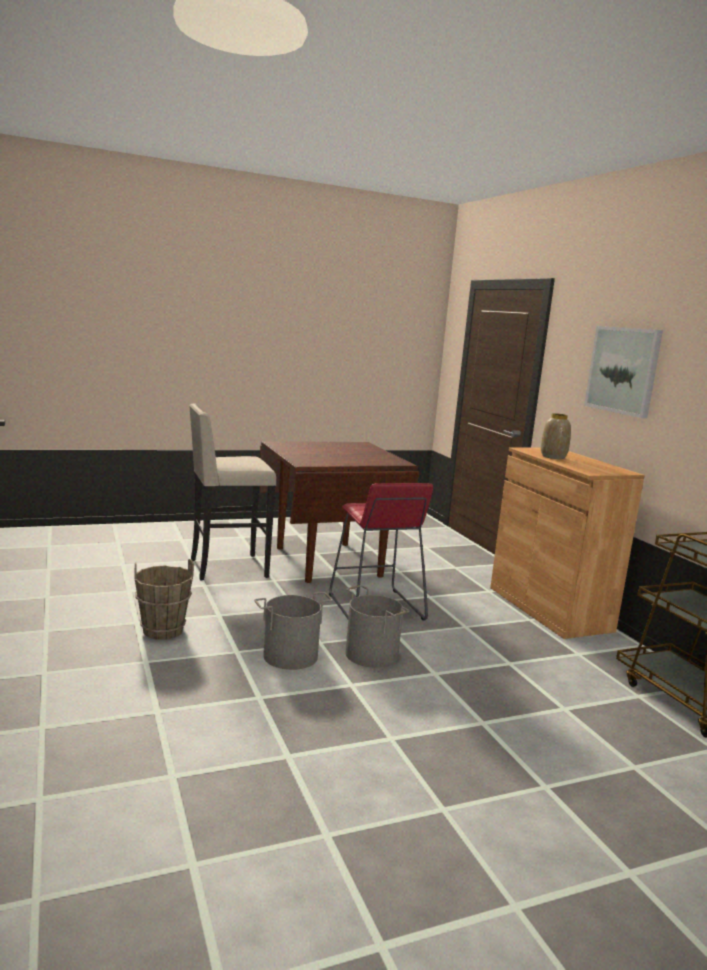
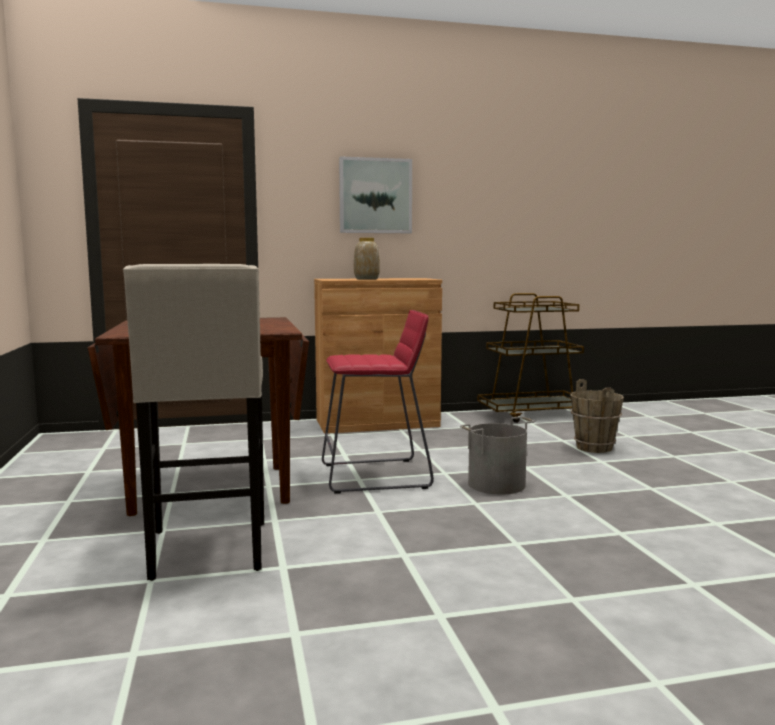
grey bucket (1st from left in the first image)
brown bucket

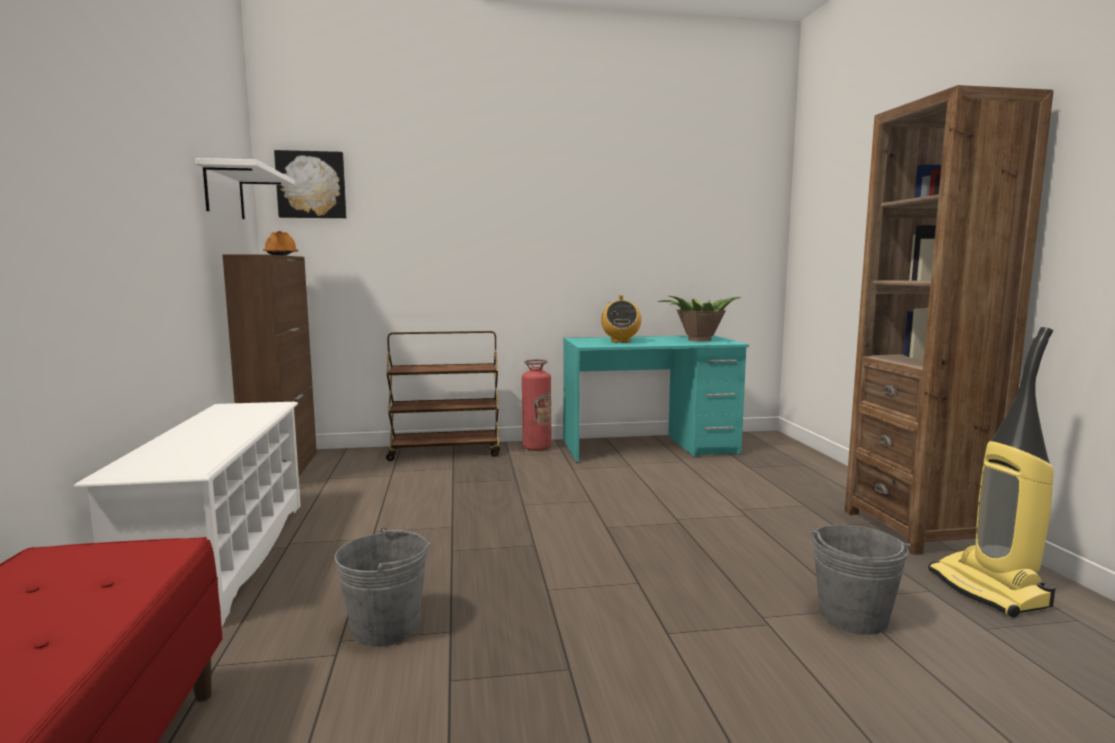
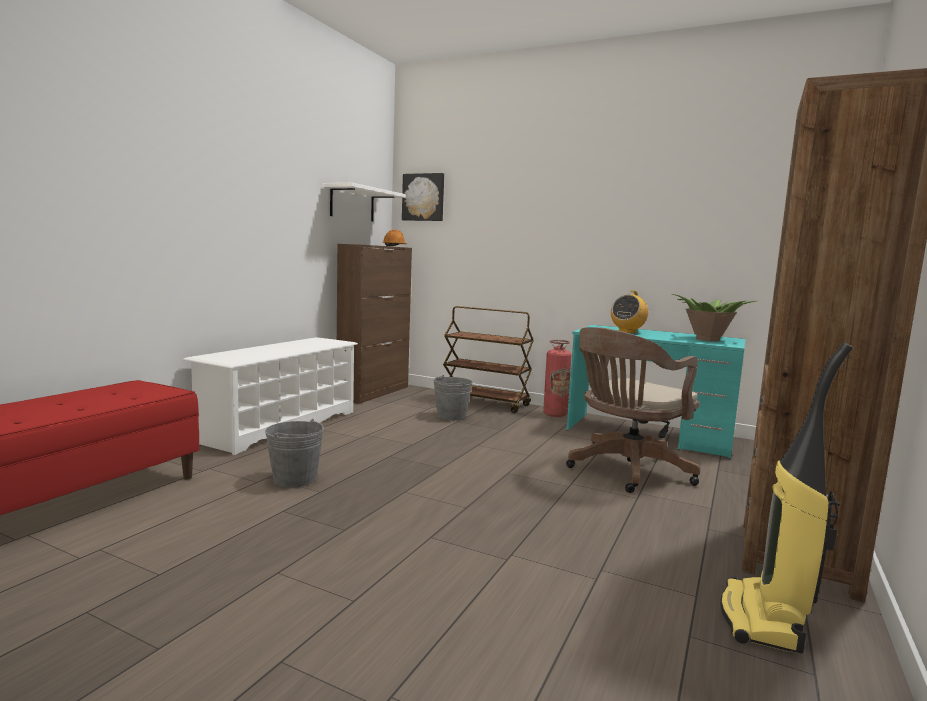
brown desk chair
grey bucket (2nd from left)

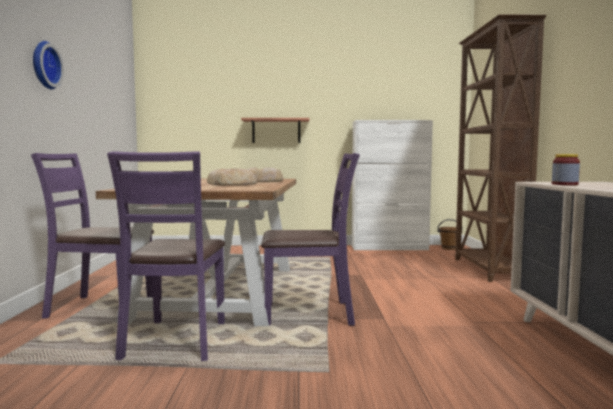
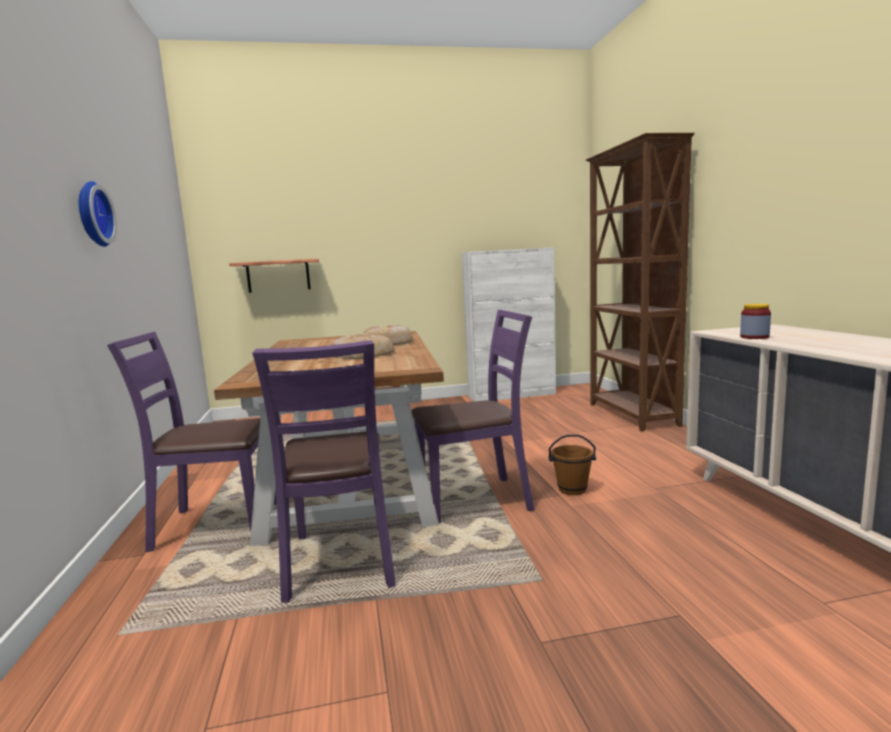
shelf
brown bucket

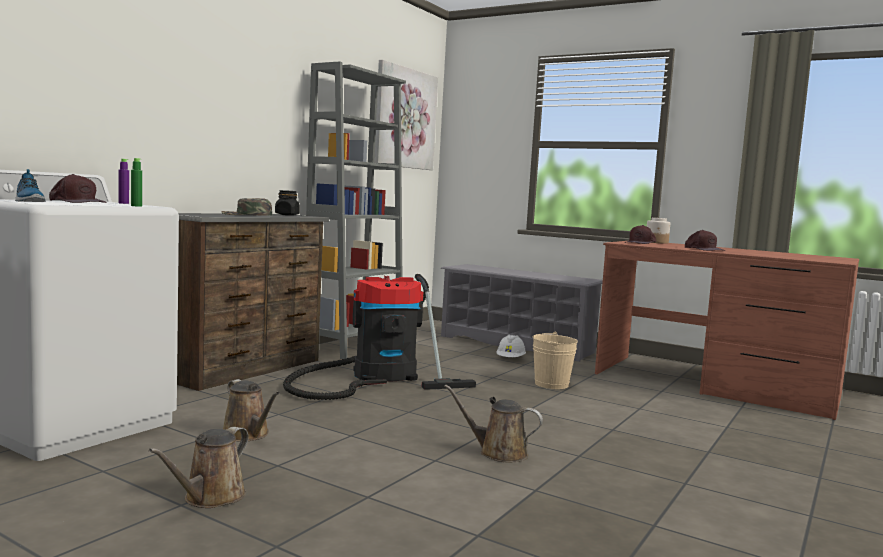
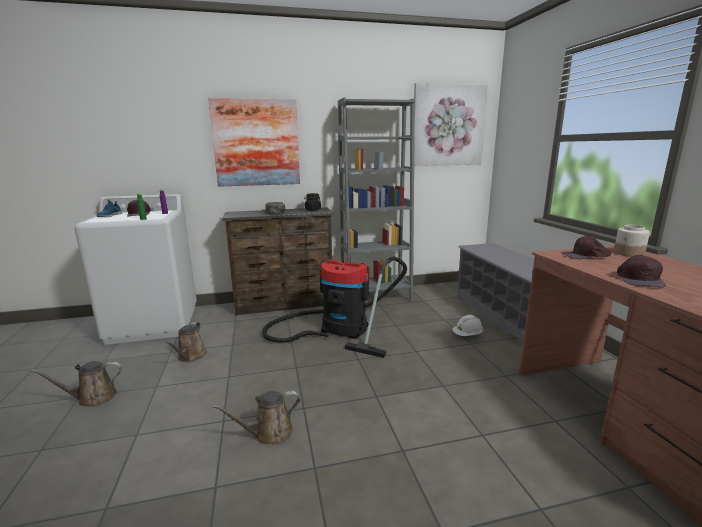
beige-coloured bucket
wall picture (1st from left)
brown sprinkling can (3rd from left)

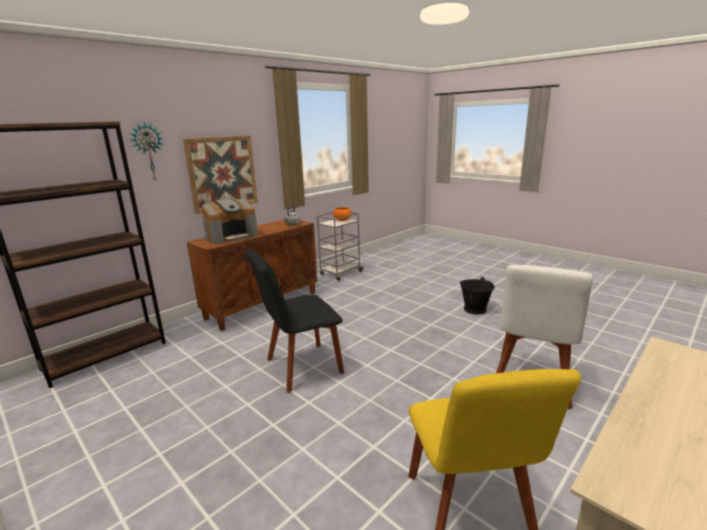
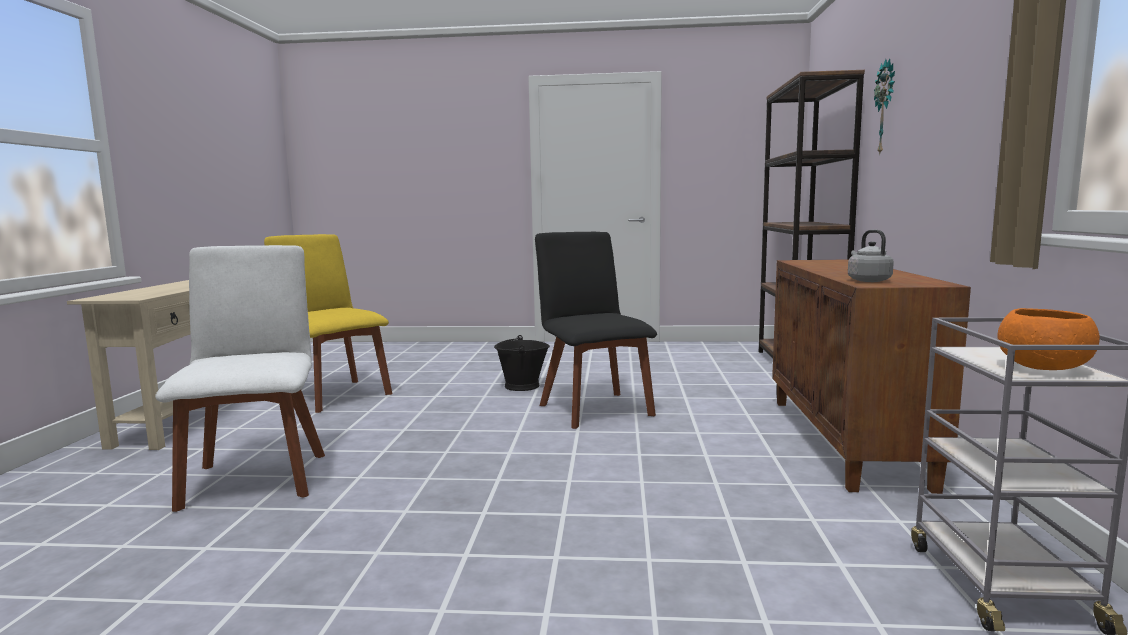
wall picture
coffee machine
black bucket
black plain chair

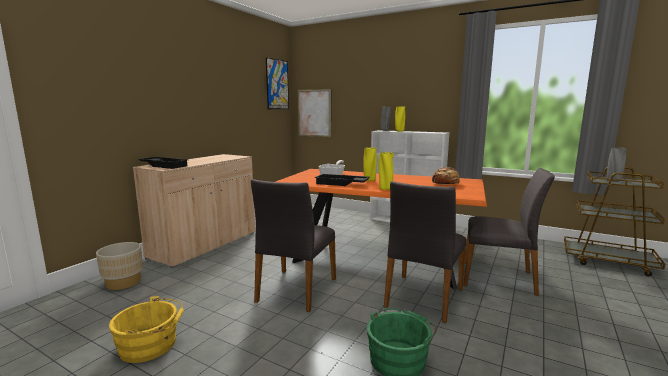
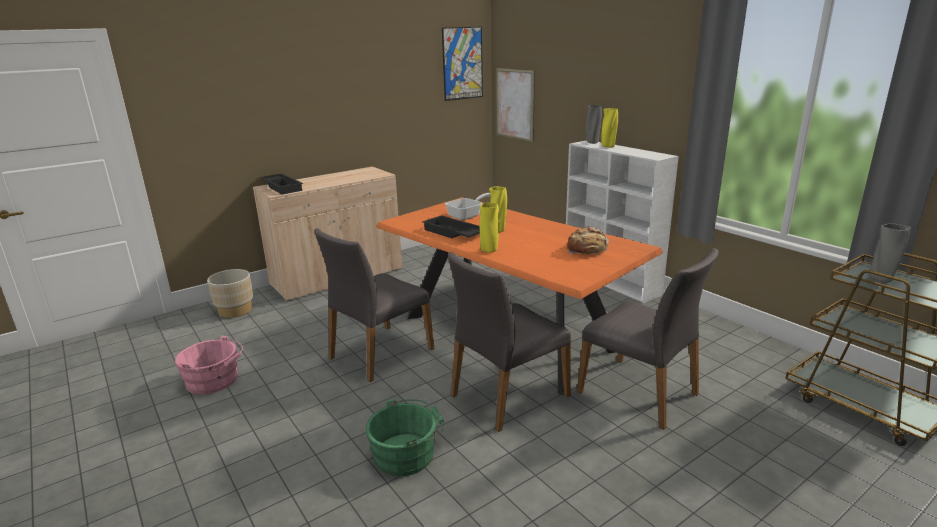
pink-coloured bucket

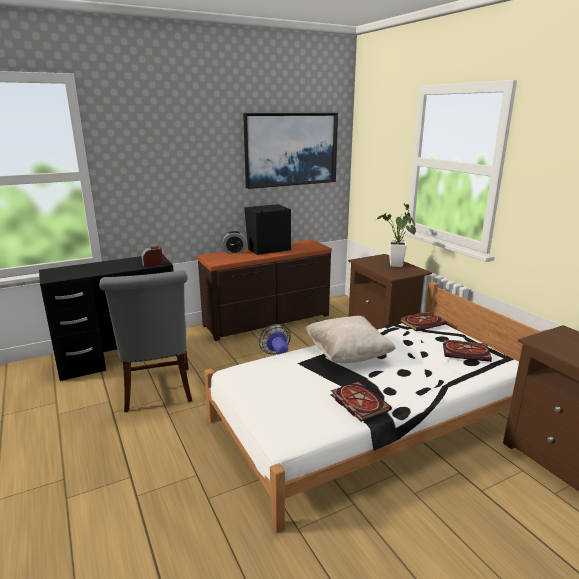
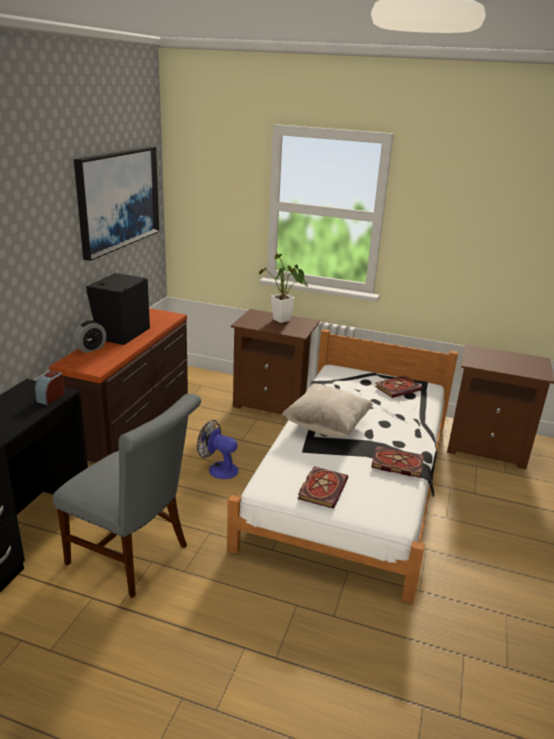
bound book (1st from left)

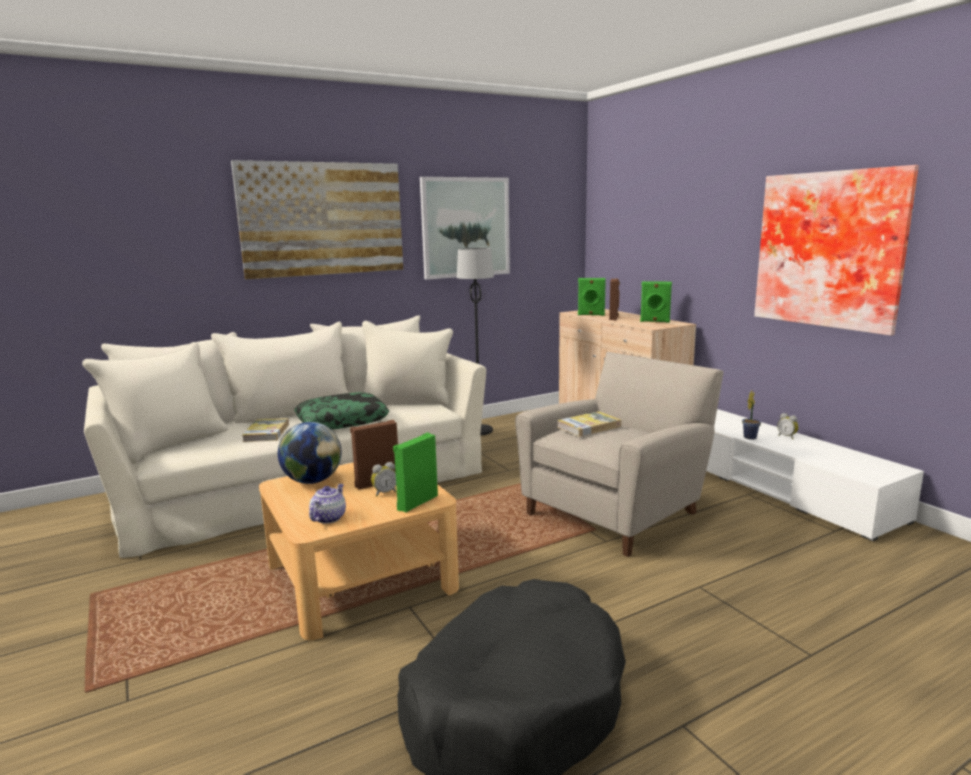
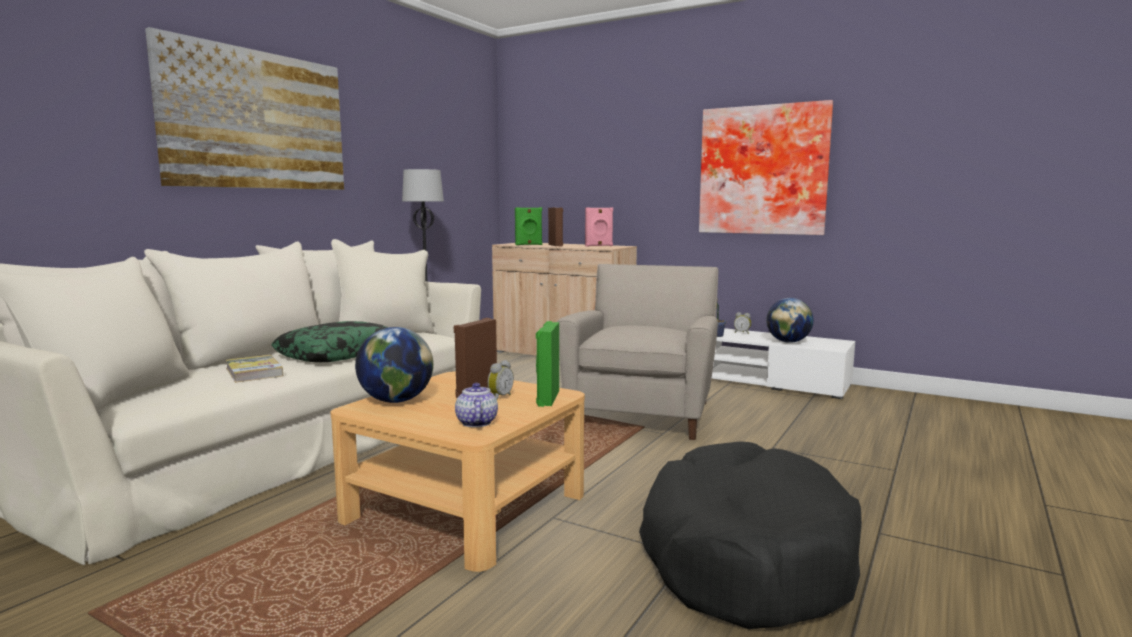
wall picture (2nd from left in the first image)
bound book (2nd from left in the first image)
world globe (2nd from left)
pink-coloured audio speaker

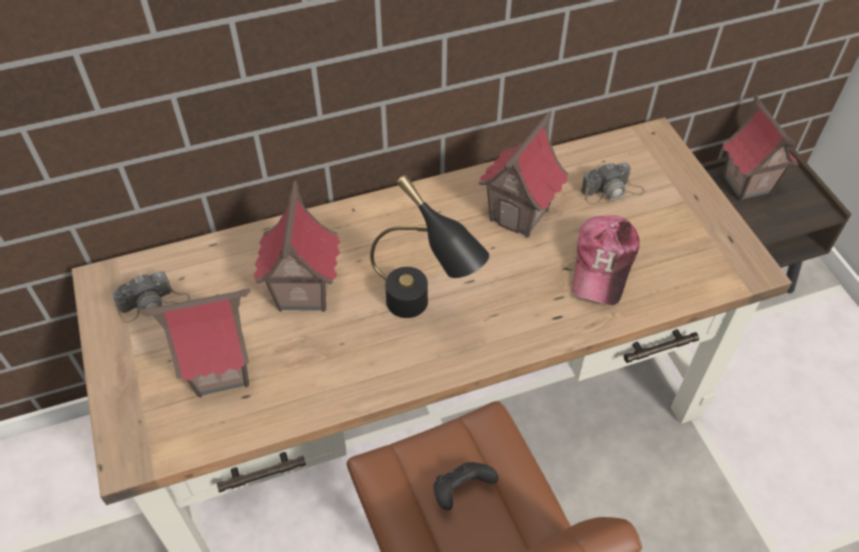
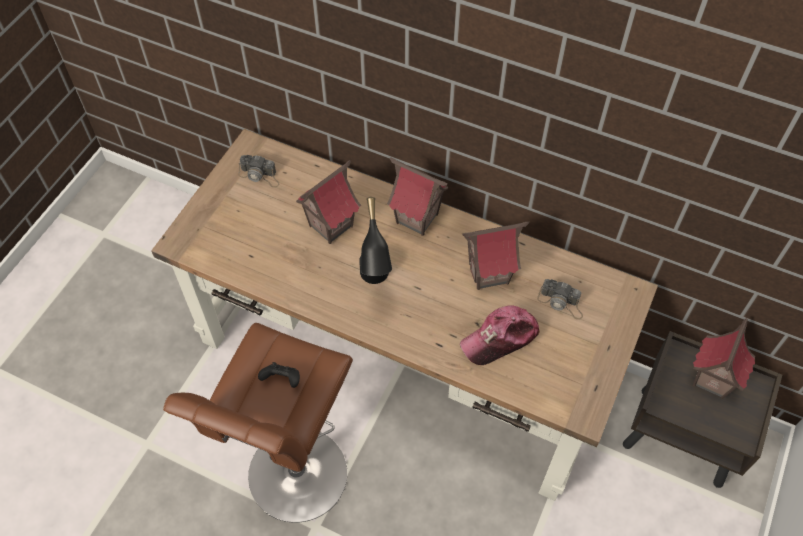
miniature house (2nd from left)

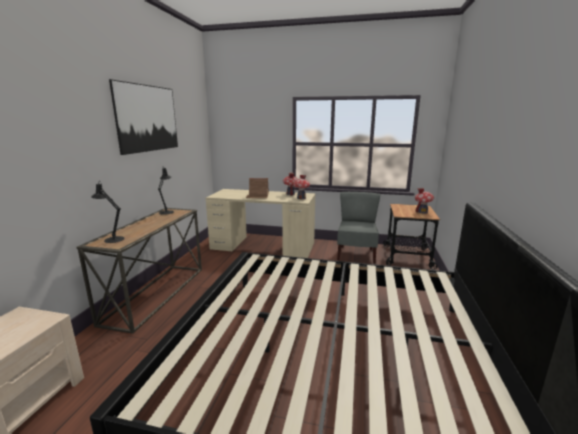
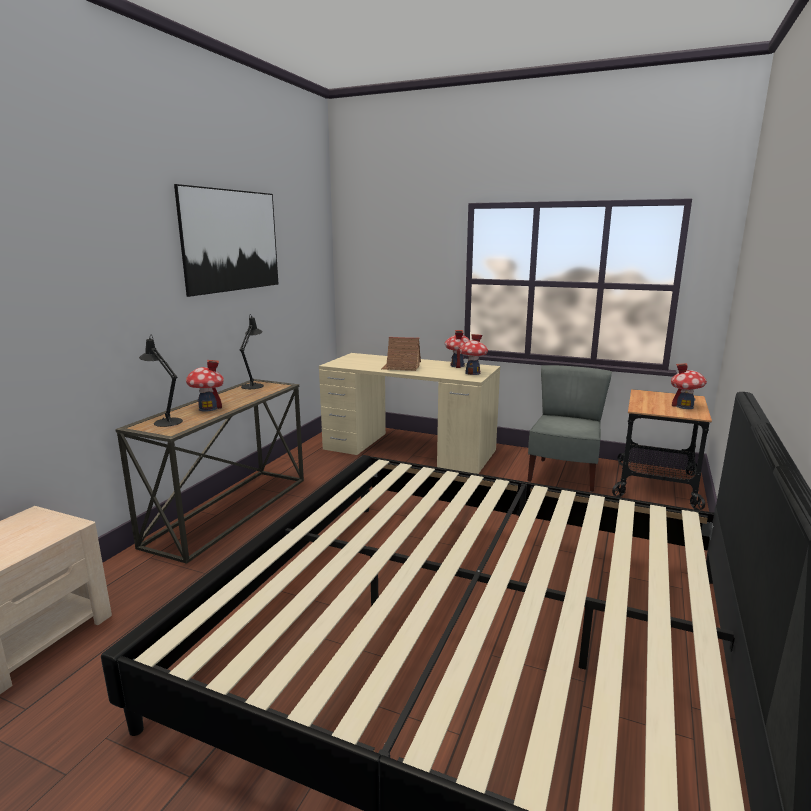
miniature house (1st from left)

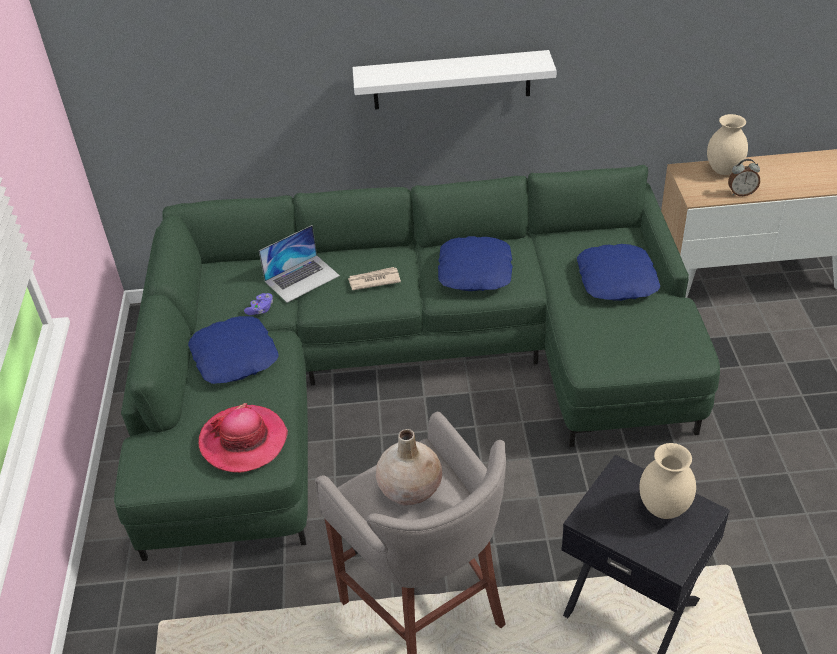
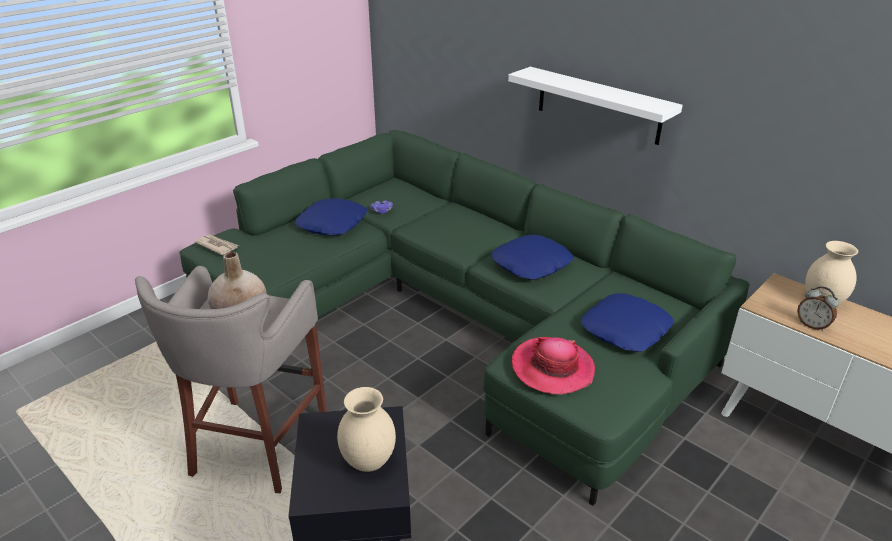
portable computer
hat
daily paper

